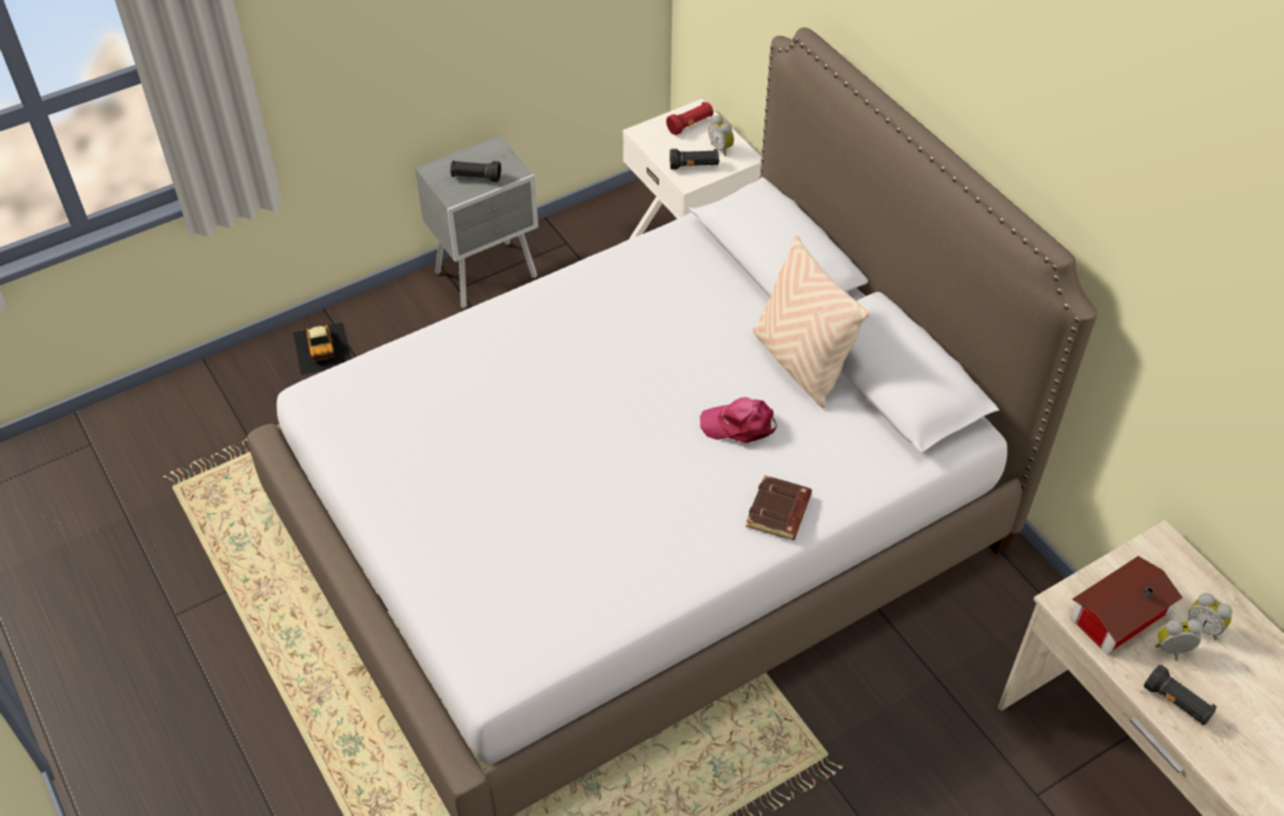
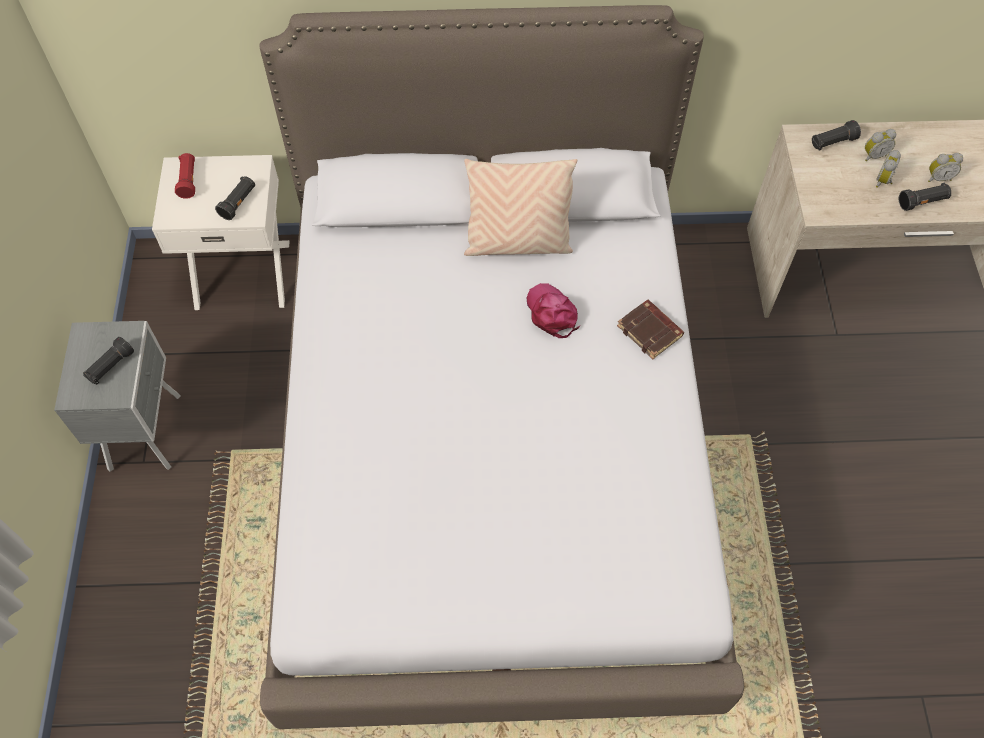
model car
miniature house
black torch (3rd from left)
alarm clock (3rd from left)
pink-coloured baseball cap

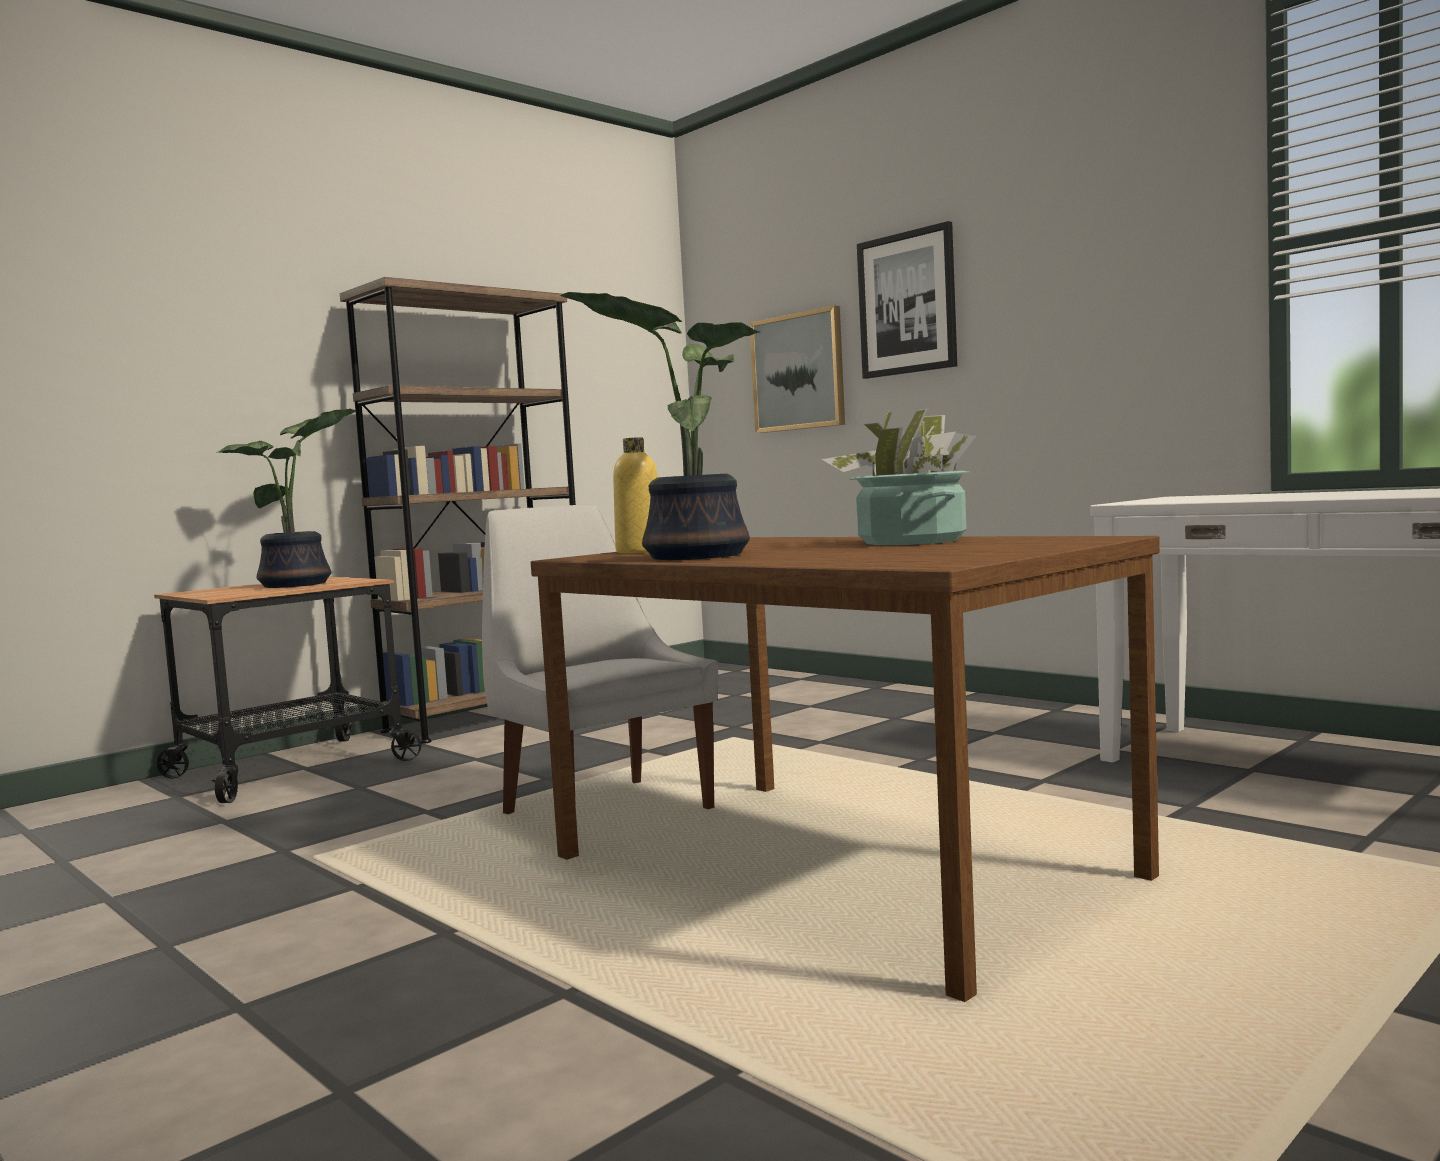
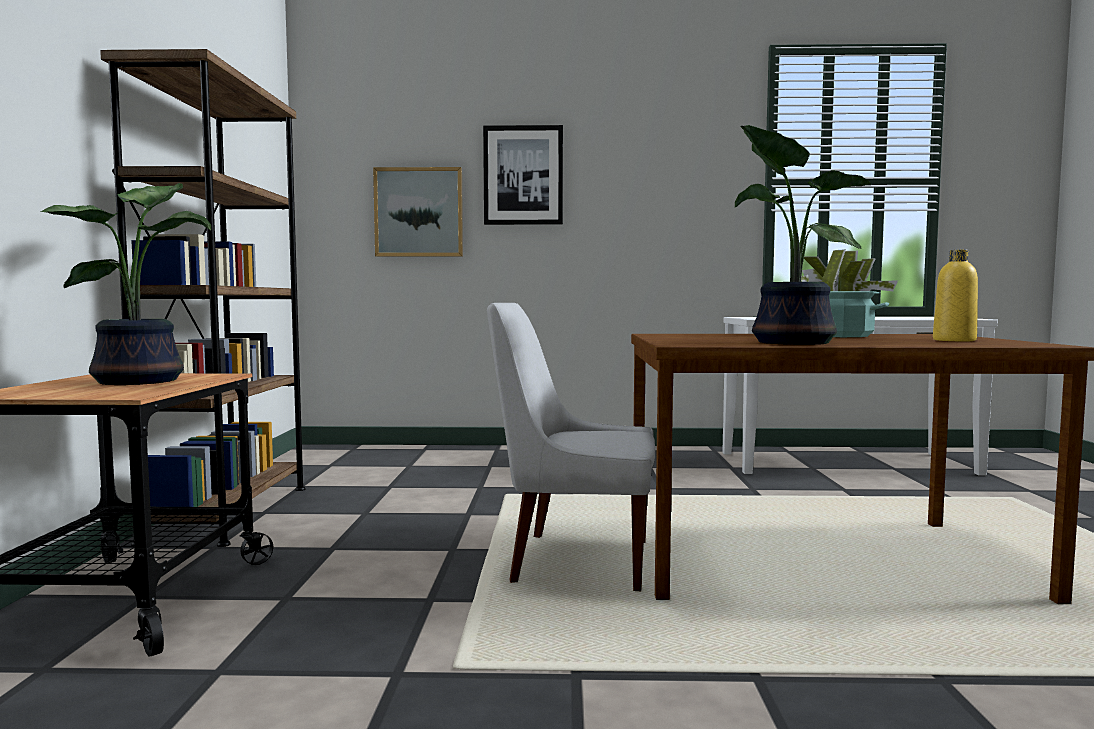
yellow-coloured beverage bottle

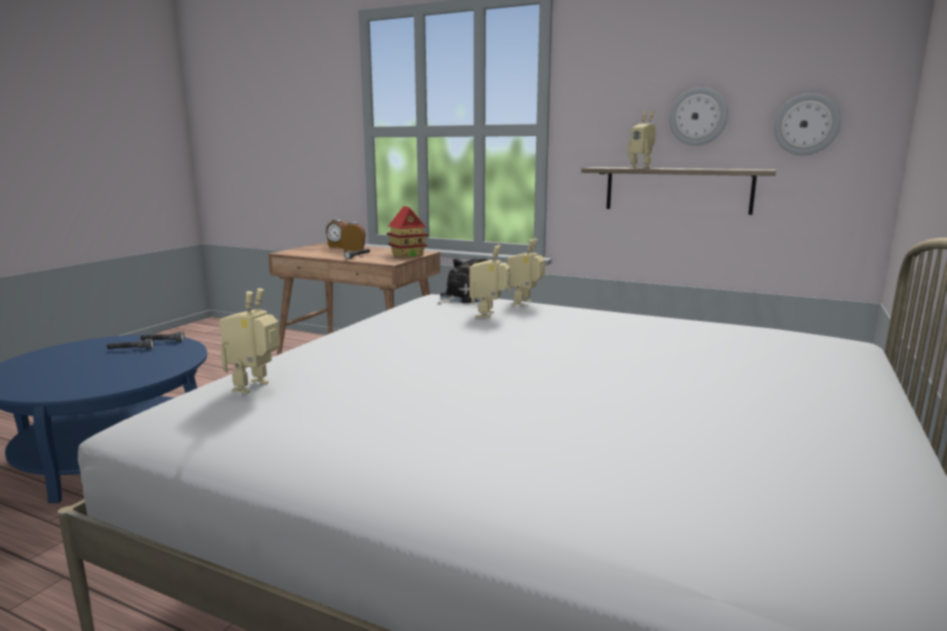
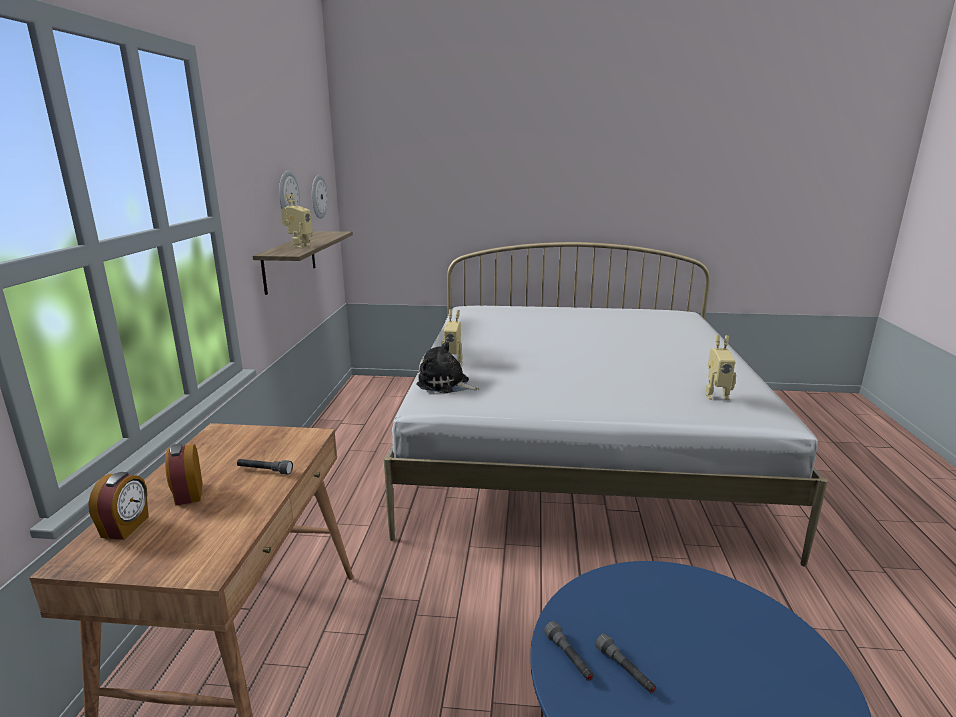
miniature house
robot figure (2nd from left in the first image)

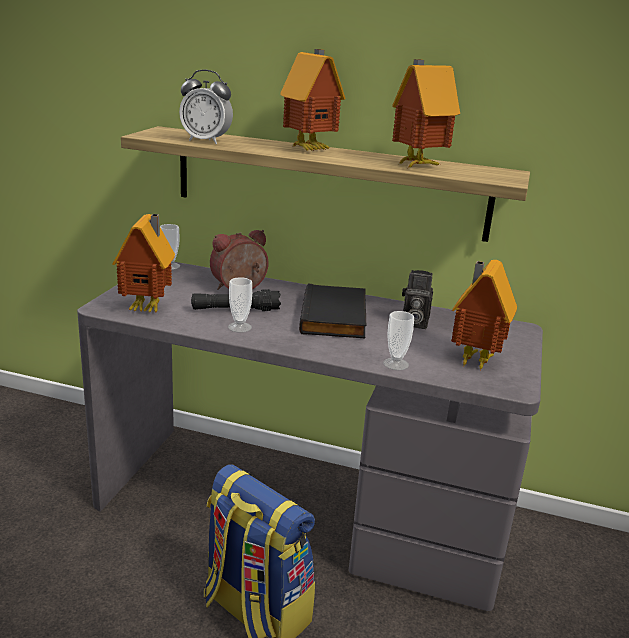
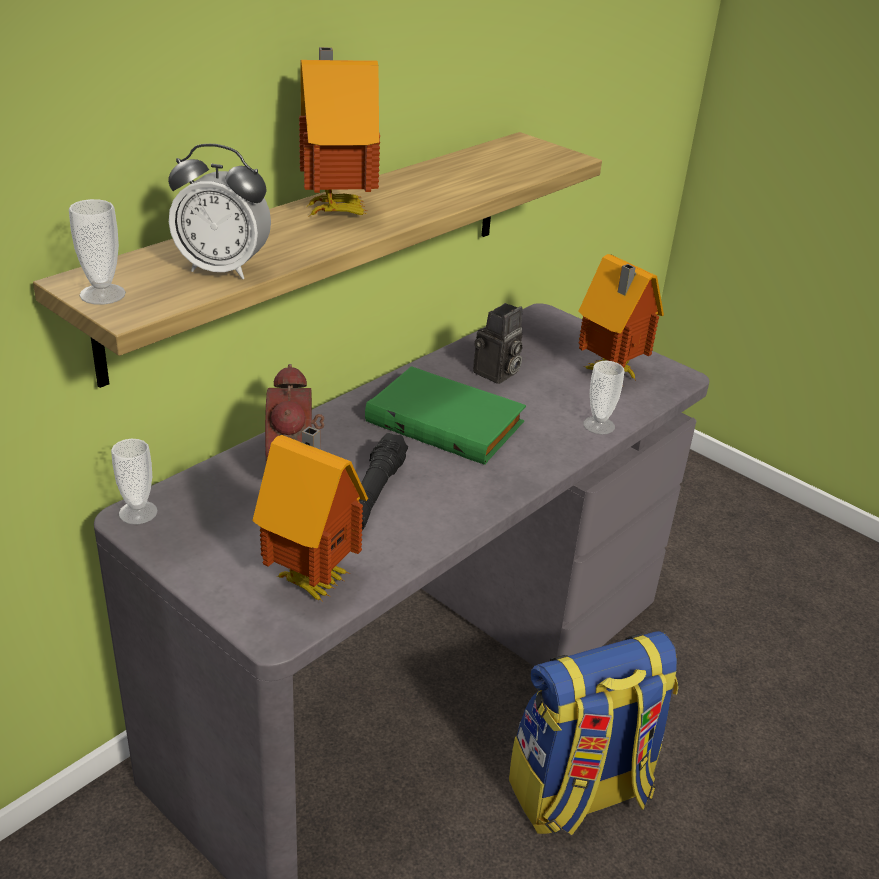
miniature house (3rd from left in the first image)
small cup (1st from left)
green bound book
alarm clock (1st from left)

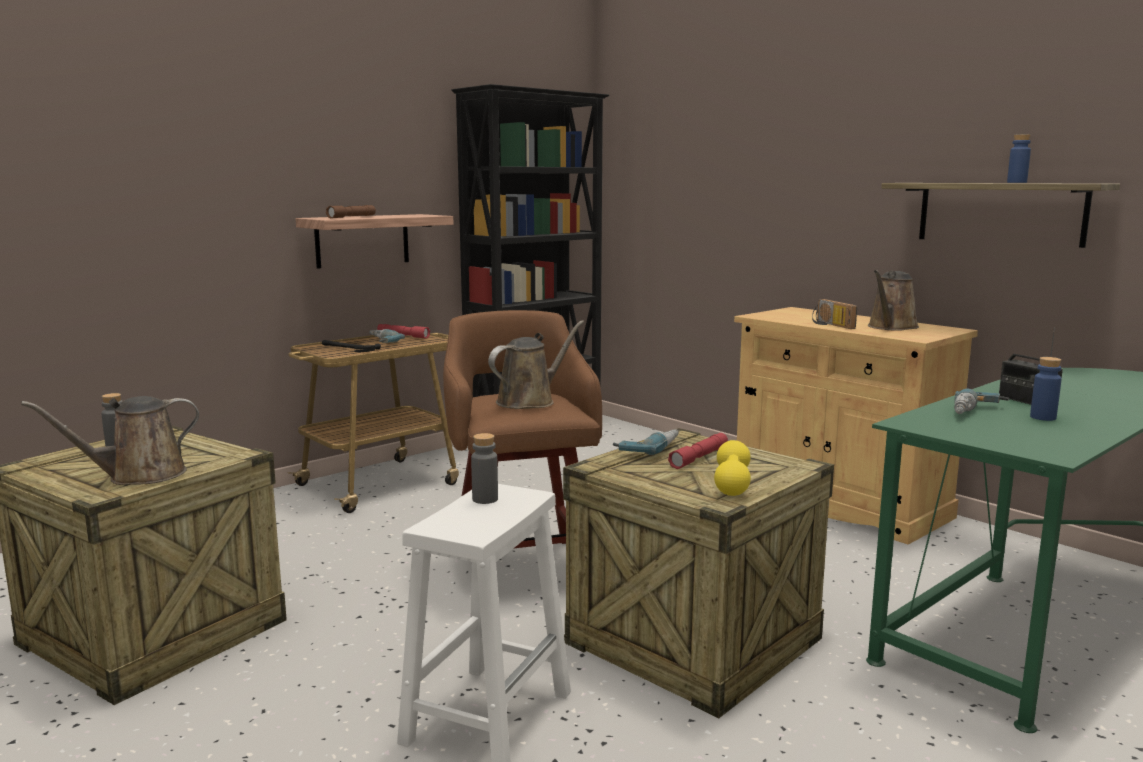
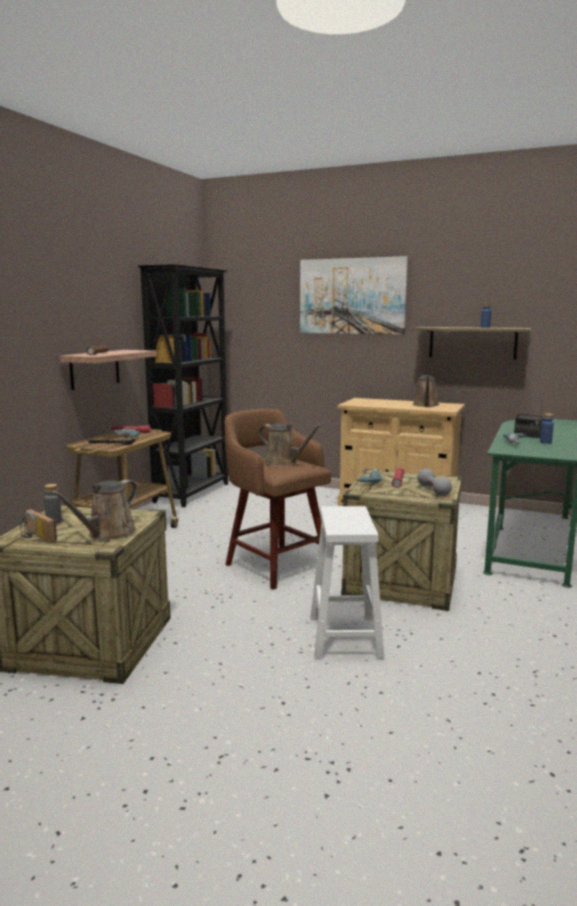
grey beverage bottle (2nd from left in the first image)
wall picture
radio set (1st from left)
grey hand weight
brown sprinkling can (2nd from left)

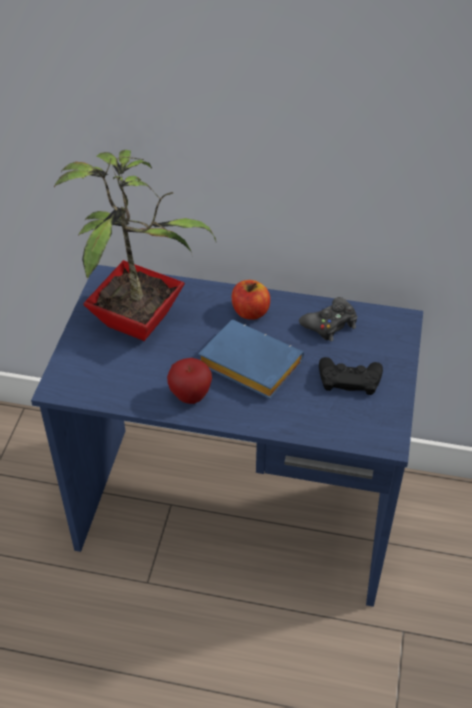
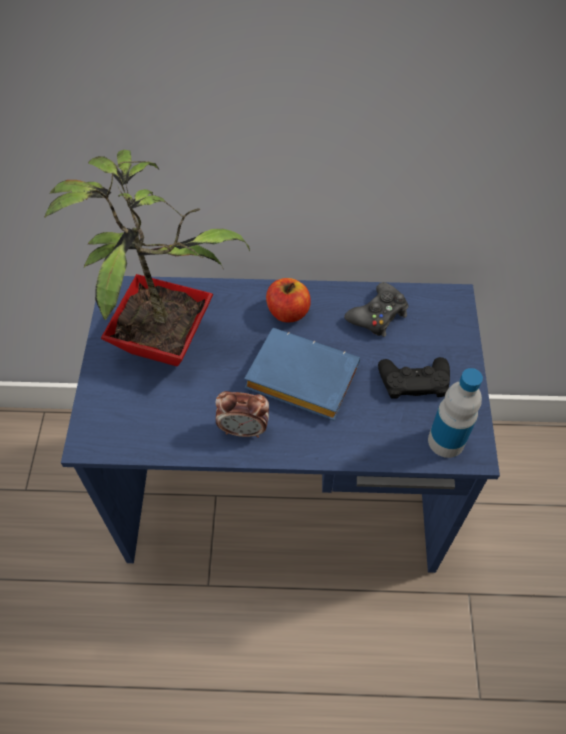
beverage bottle
alarm clock

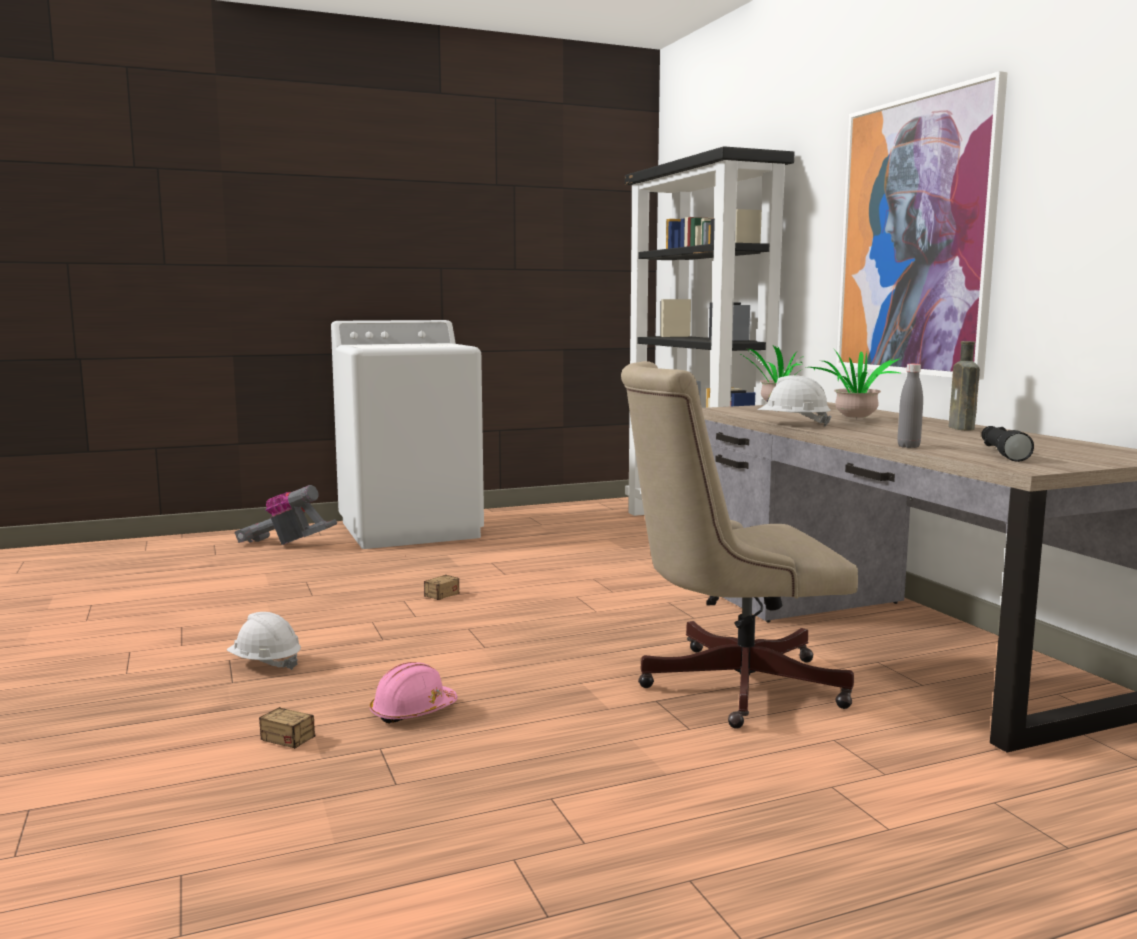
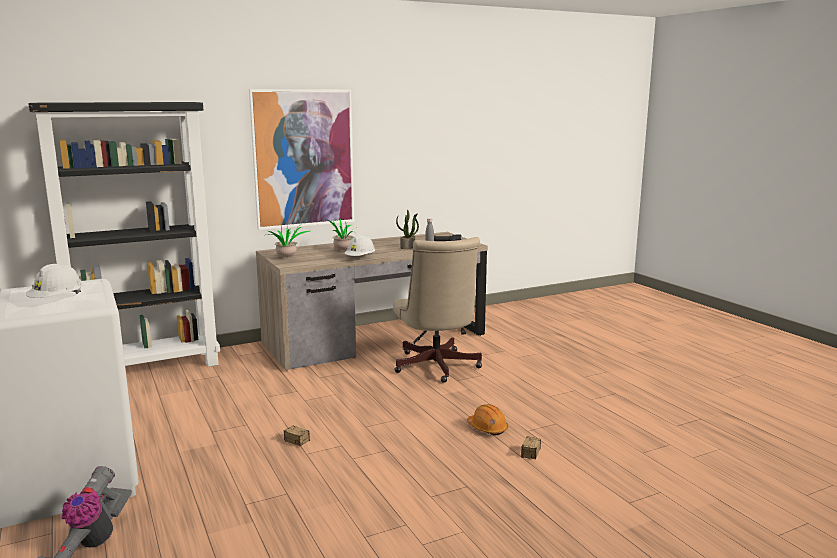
brown beverage bottle
plant in a pot (3rd from left)
white work helmet (1st from left)
orange-coloured work helmet

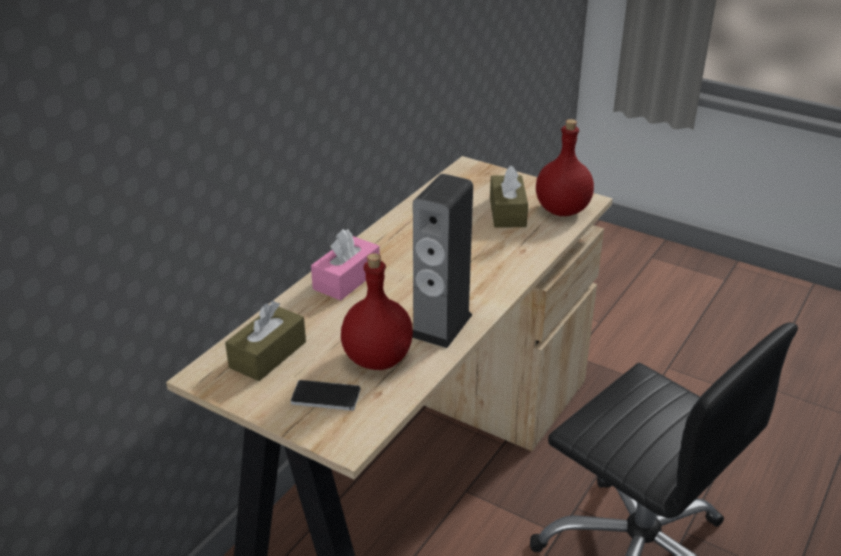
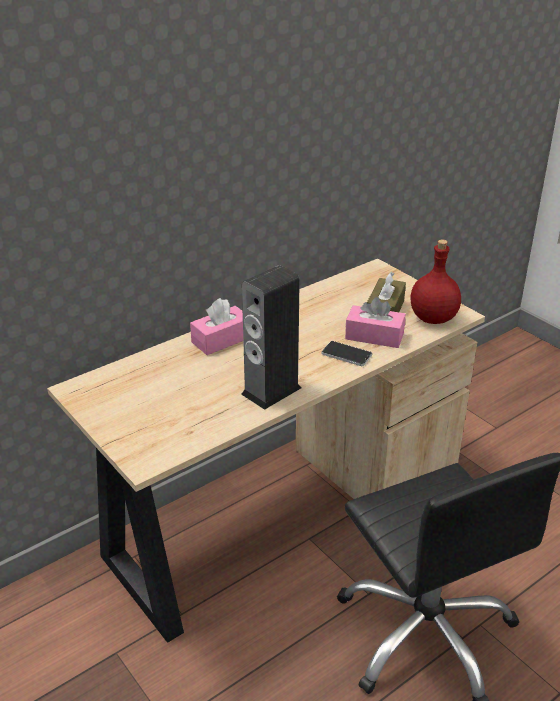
brown tissue holder (1st from left in the first image)
red beverage bottle (1st from left in the first image)
pink-coloured tissue holder (2nd from left)
telephone

